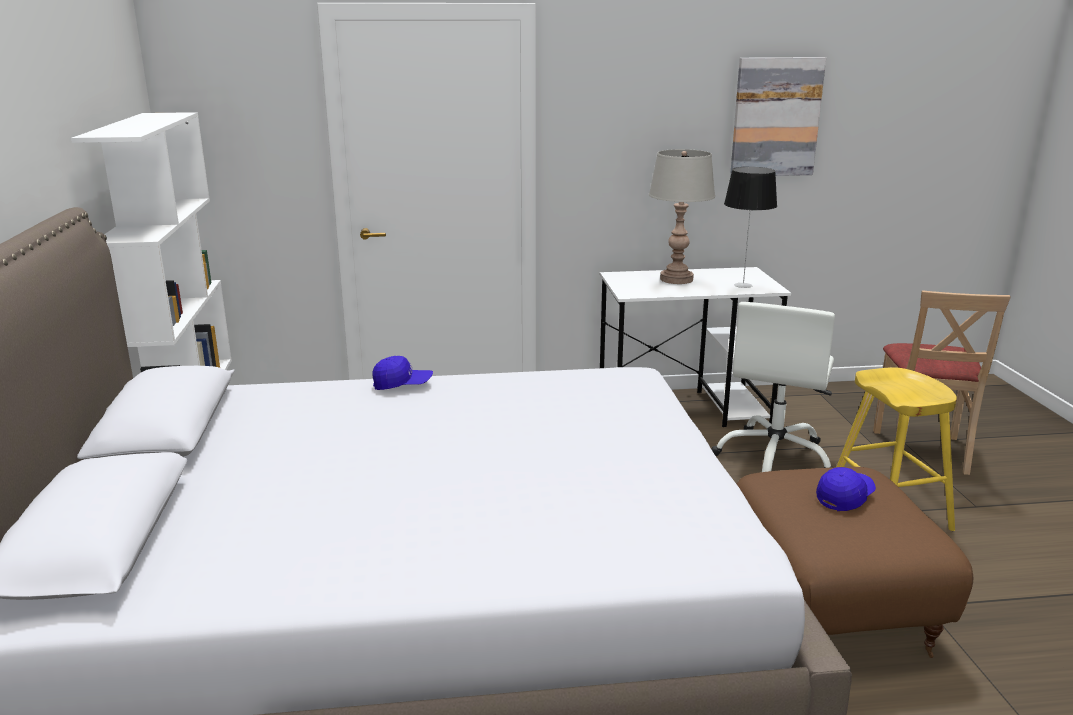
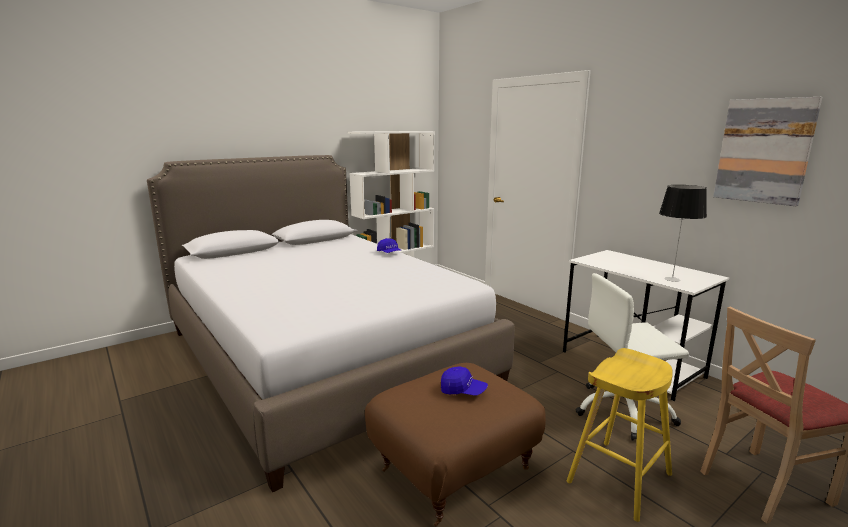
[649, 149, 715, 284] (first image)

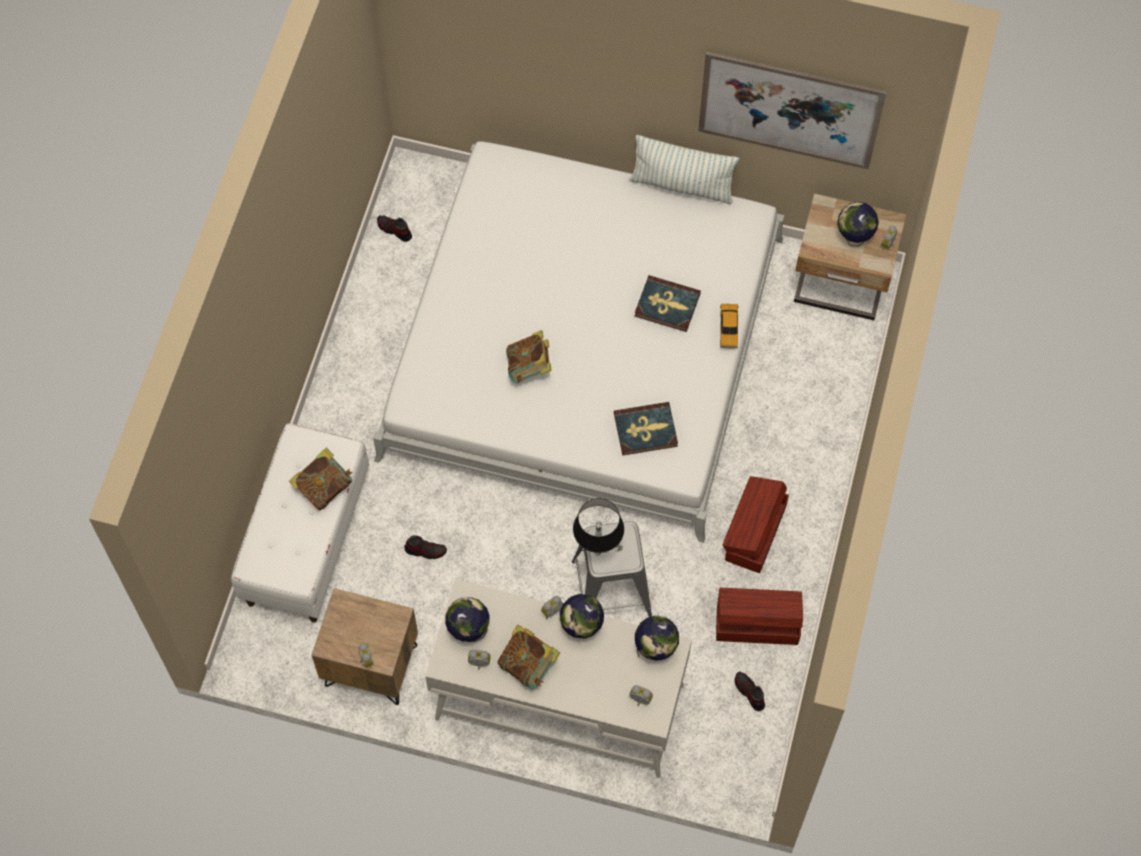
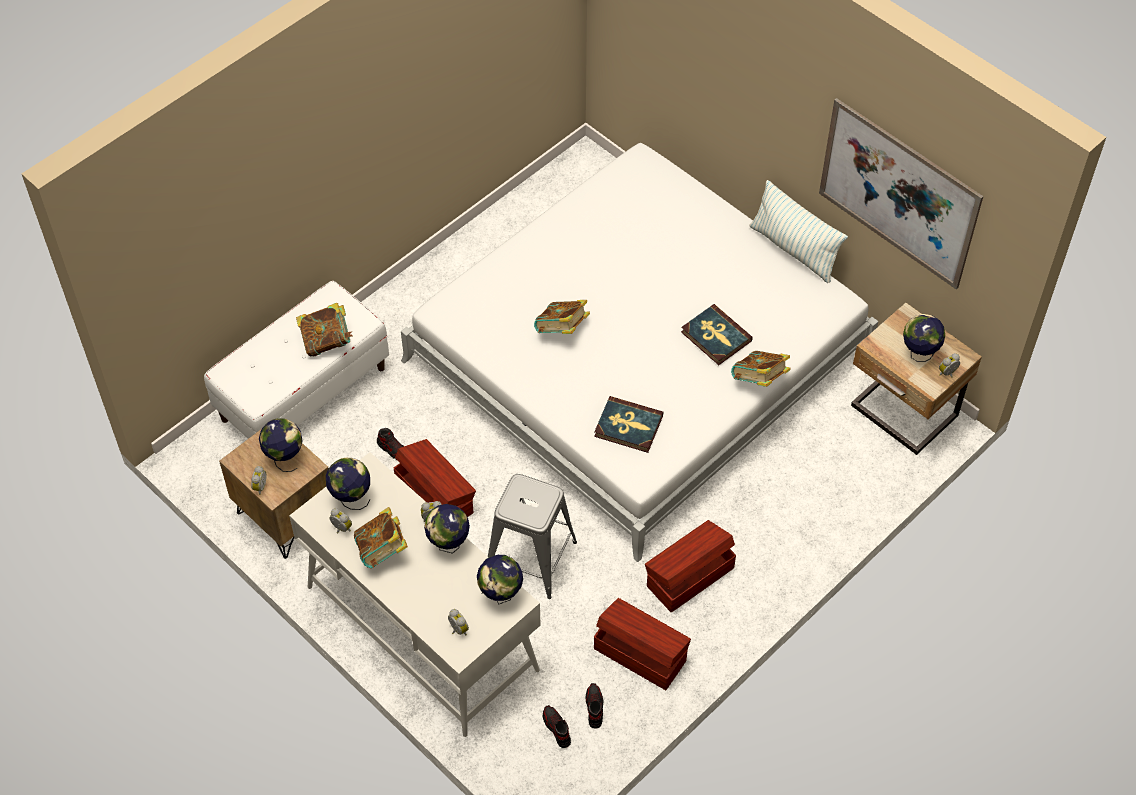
[573, 498, 624, 556] (first image)
[259, 418, 303, 472]
[394, 439, 476, 517]
[543, 705, 571, 748]
[731, 351, 791, 387]

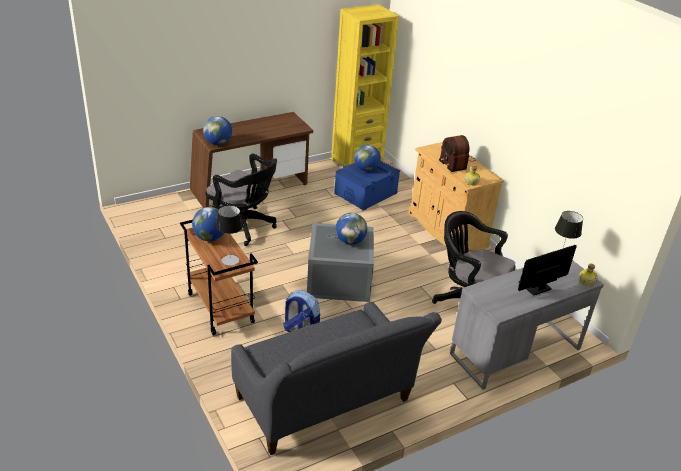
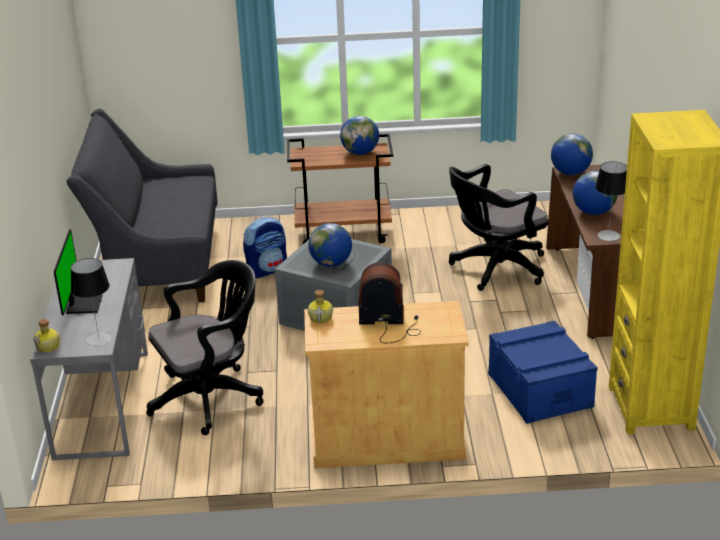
[595, 161, 627, 241]
[573, 171, 618, 215]

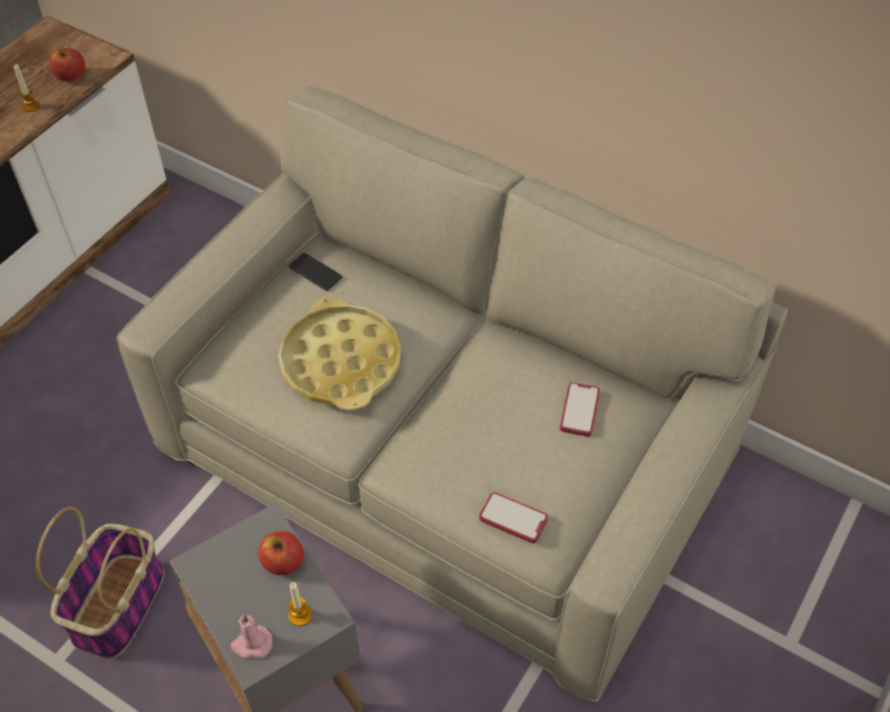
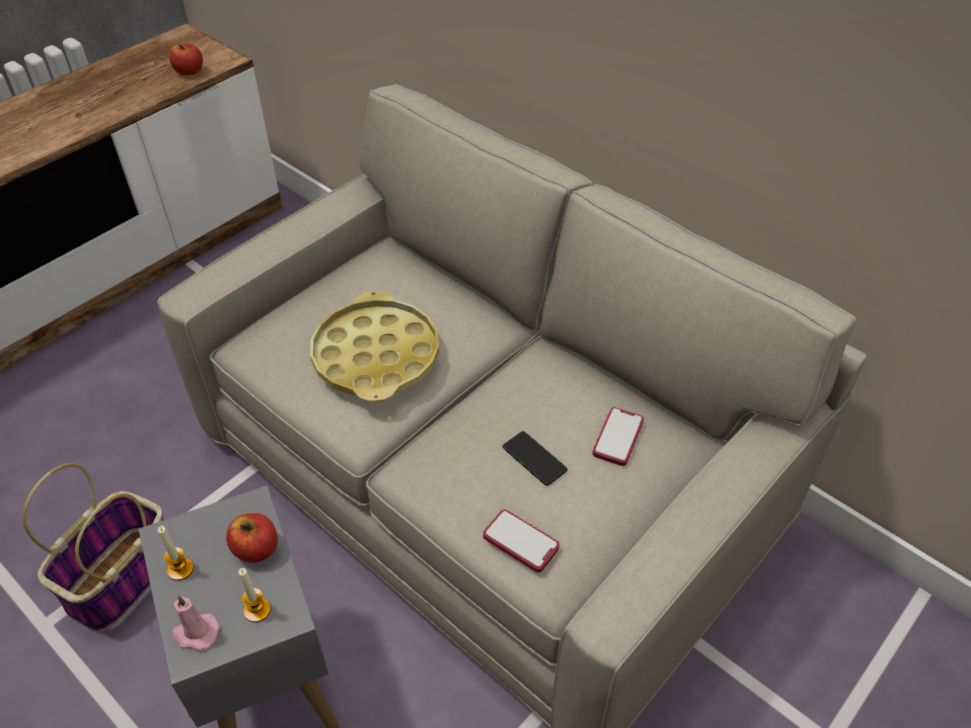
[158, 526, 194, 581]
[503, 431, 568, 486]

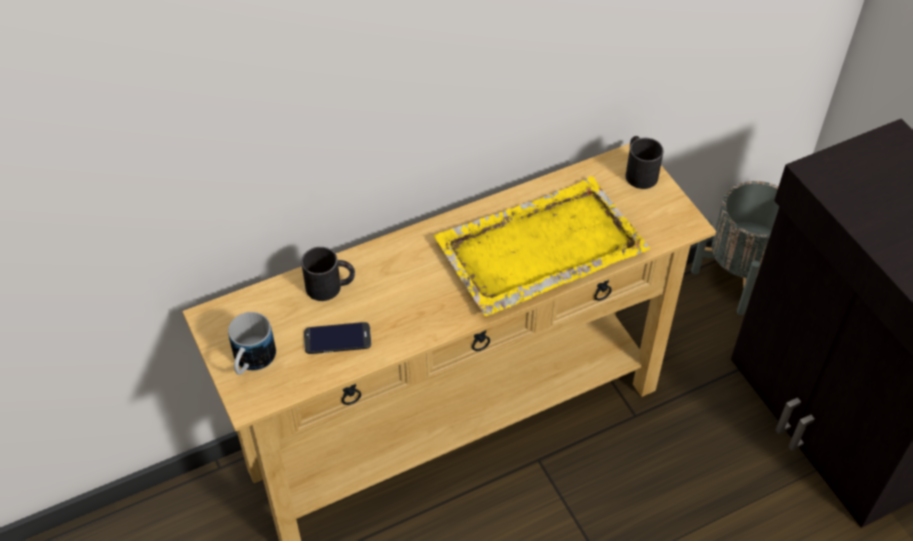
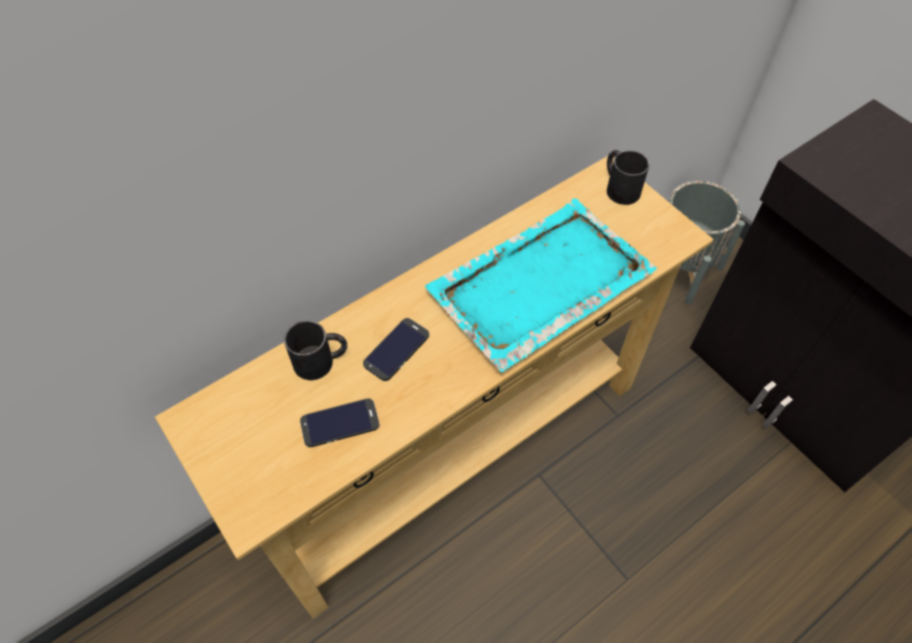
[228, 312, 276, 375] (first image)
[363, 318, 429, 381]
[425, 199, 657, 372]

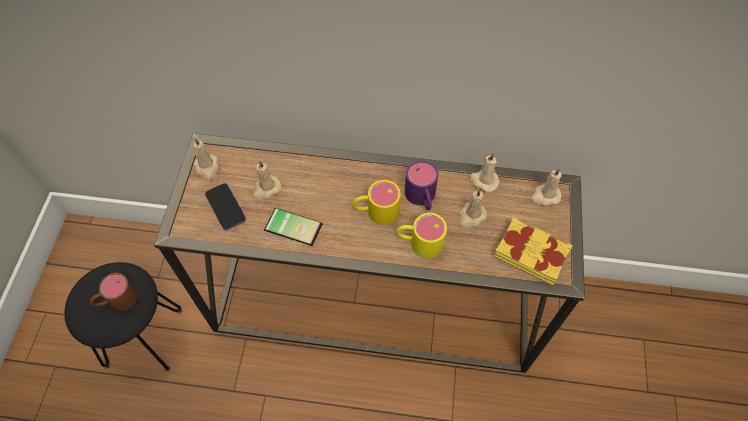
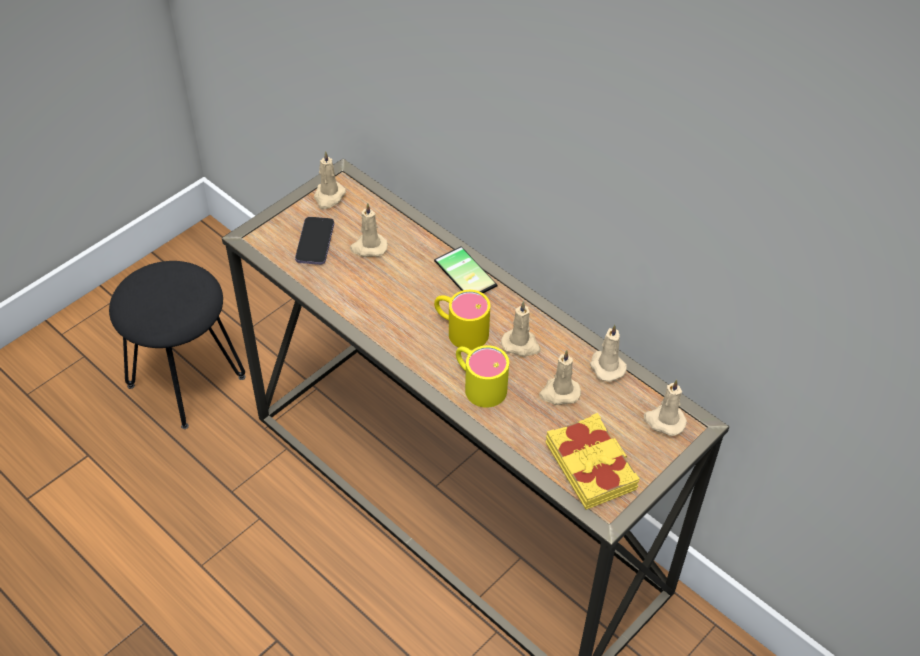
[90, 273, 138, 311] (first image)
[434, 246, 497, 293]
[501, 301, 541, 357]

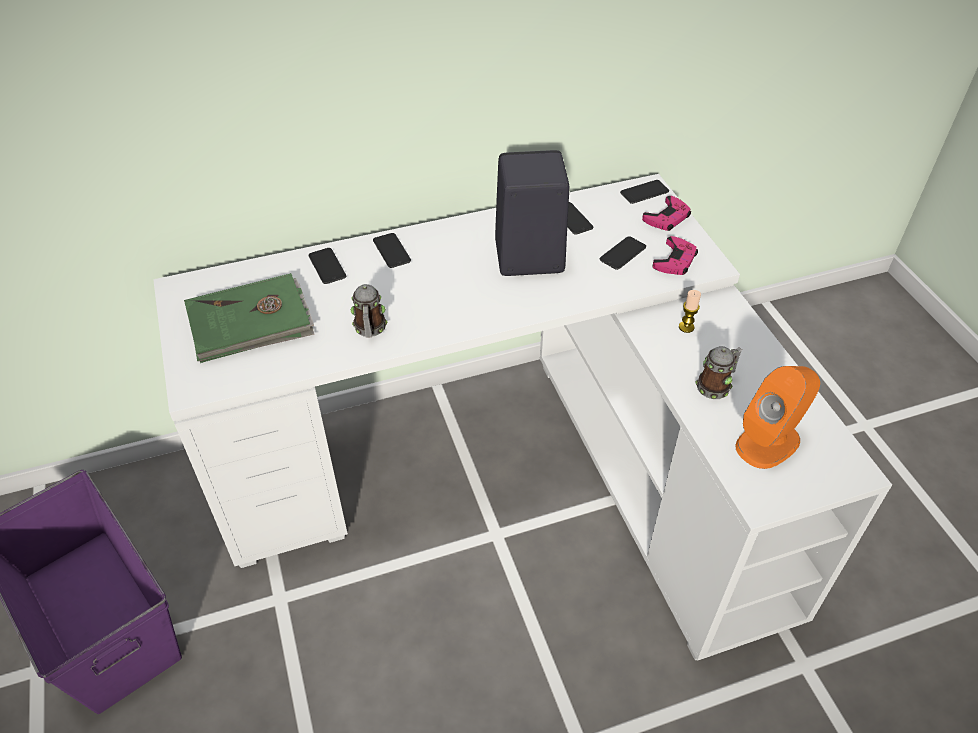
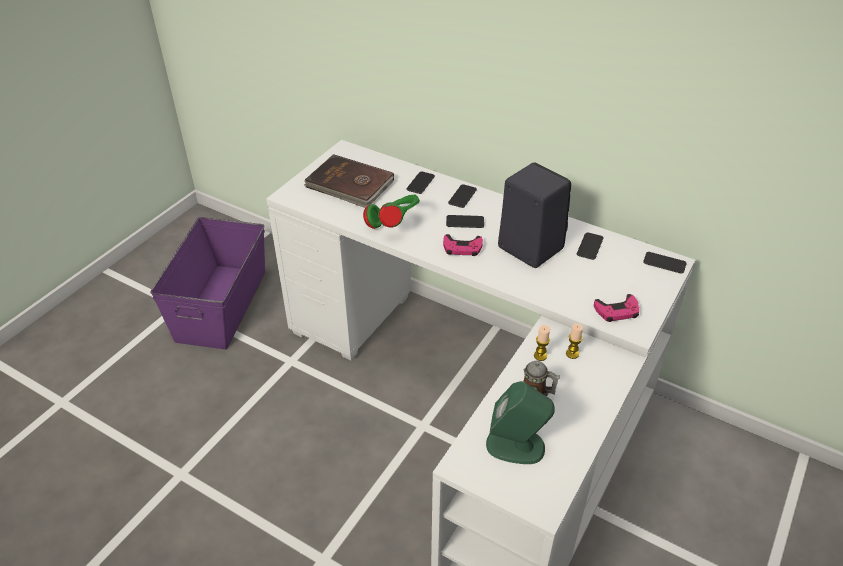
[534, 325, 550, 361]
[446, 215, 484, 228]
[443, 234, 483, 256]
[363, 195, 420, 229]
[304, 154, 394, 208]
[486, 381, 555, 464]

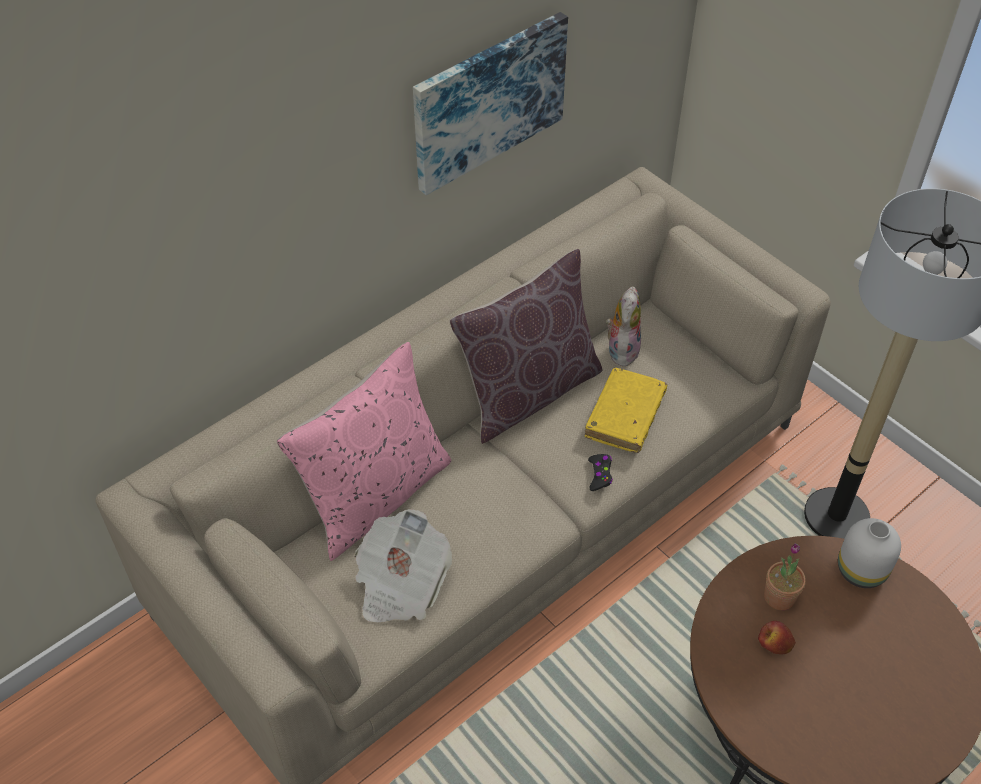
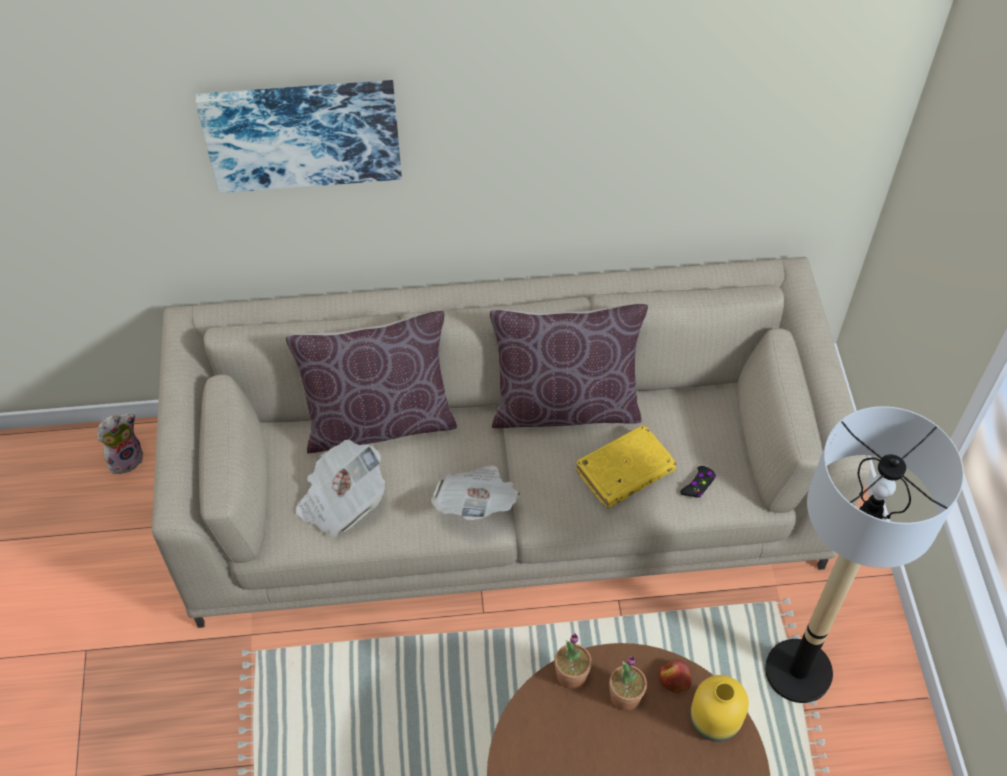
[431, 465, 520, 520]
[555, 634, 592, 689]
[196, 80, 402, 193]
[680, 466, 716, 498]
[98, 413, 143, 474]
[659, 660, 691, 693]
[286, 311, 457, 453]
[690, 675, 749, 741]

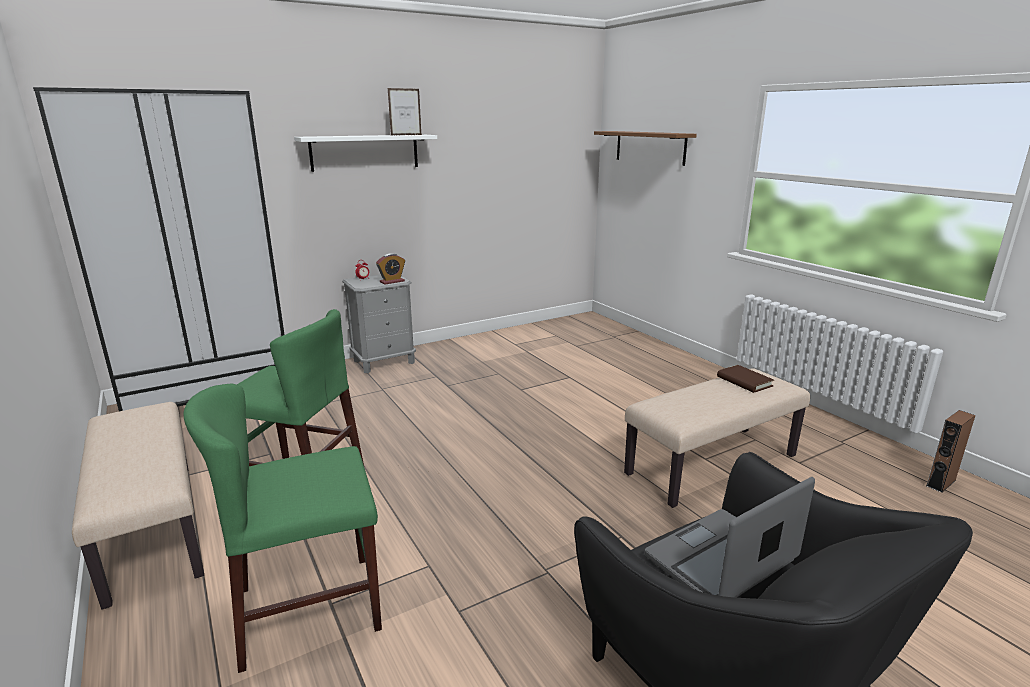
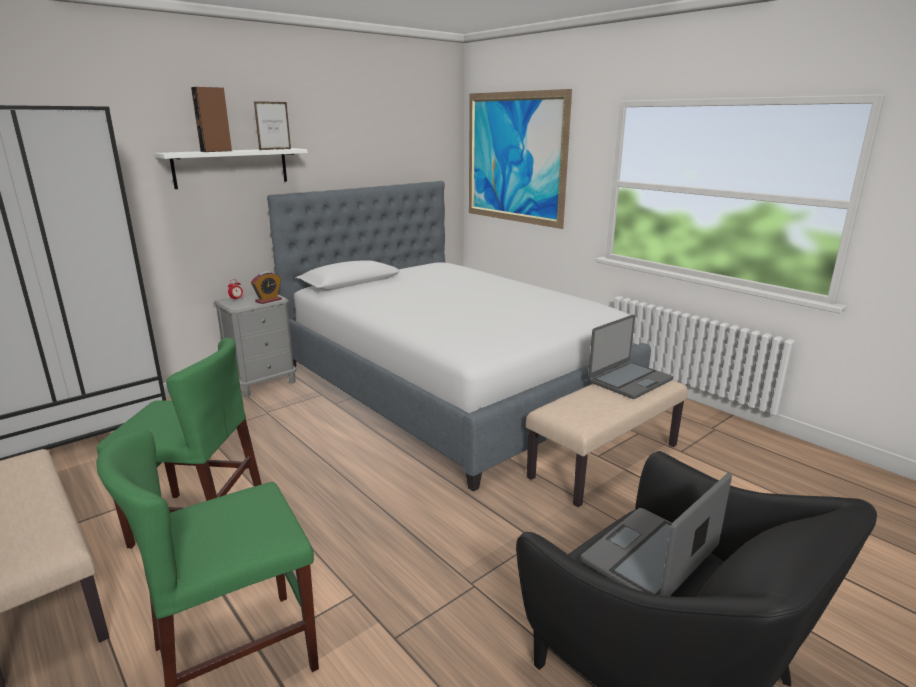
[267, 181, 651, 492]
[191, 87, 232, 152]
[469, 89, 572, 229]
[588, 315, 673, 399]

